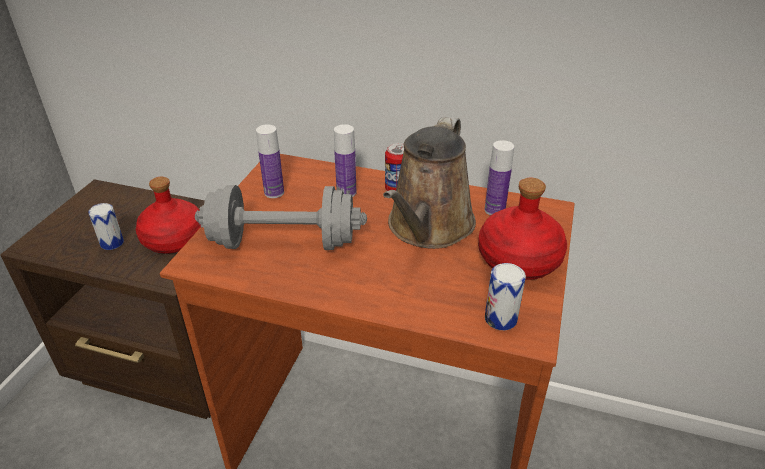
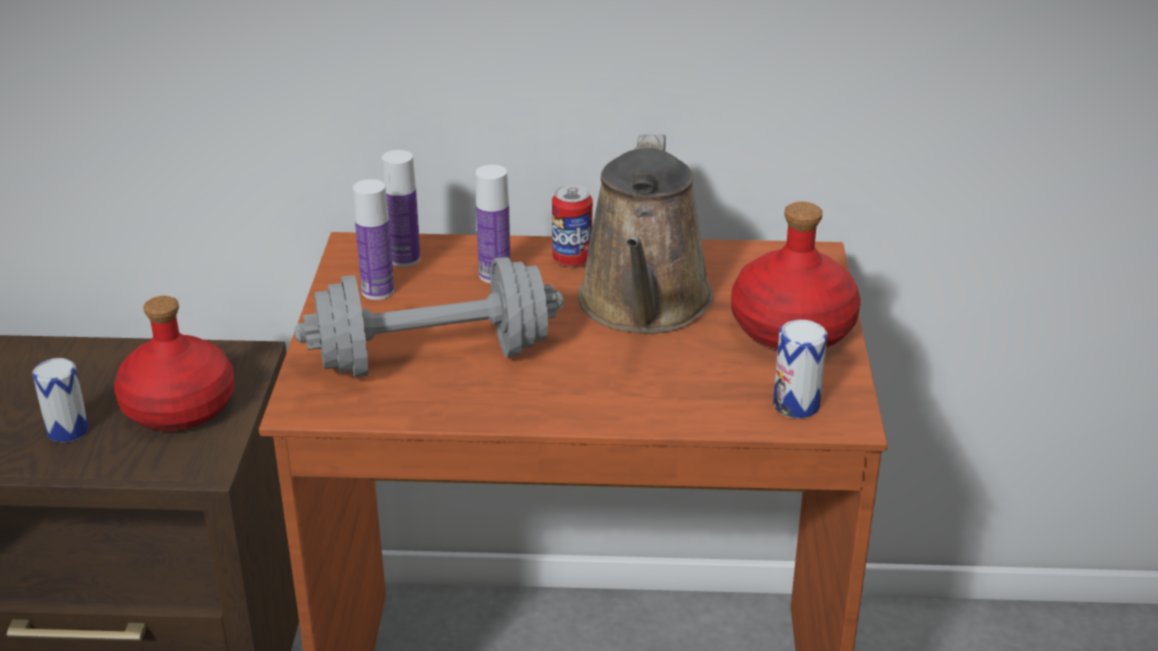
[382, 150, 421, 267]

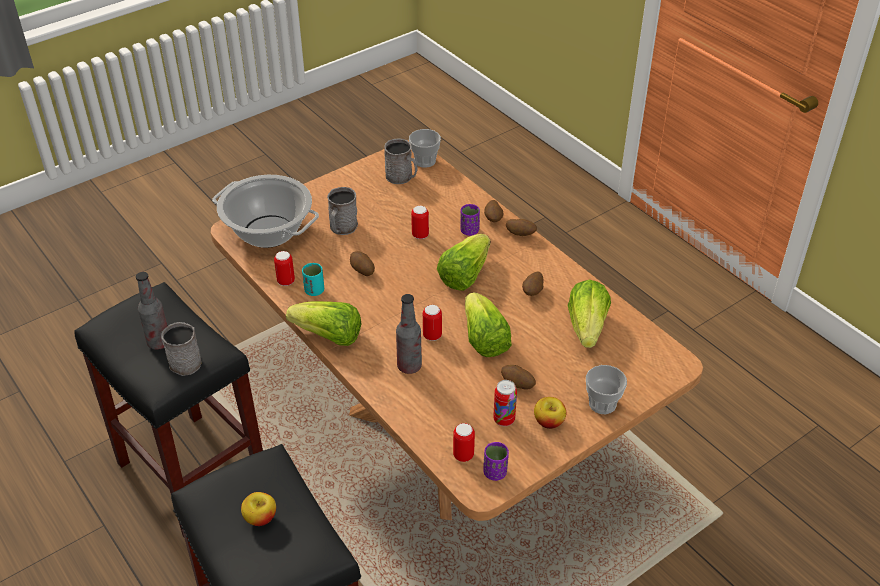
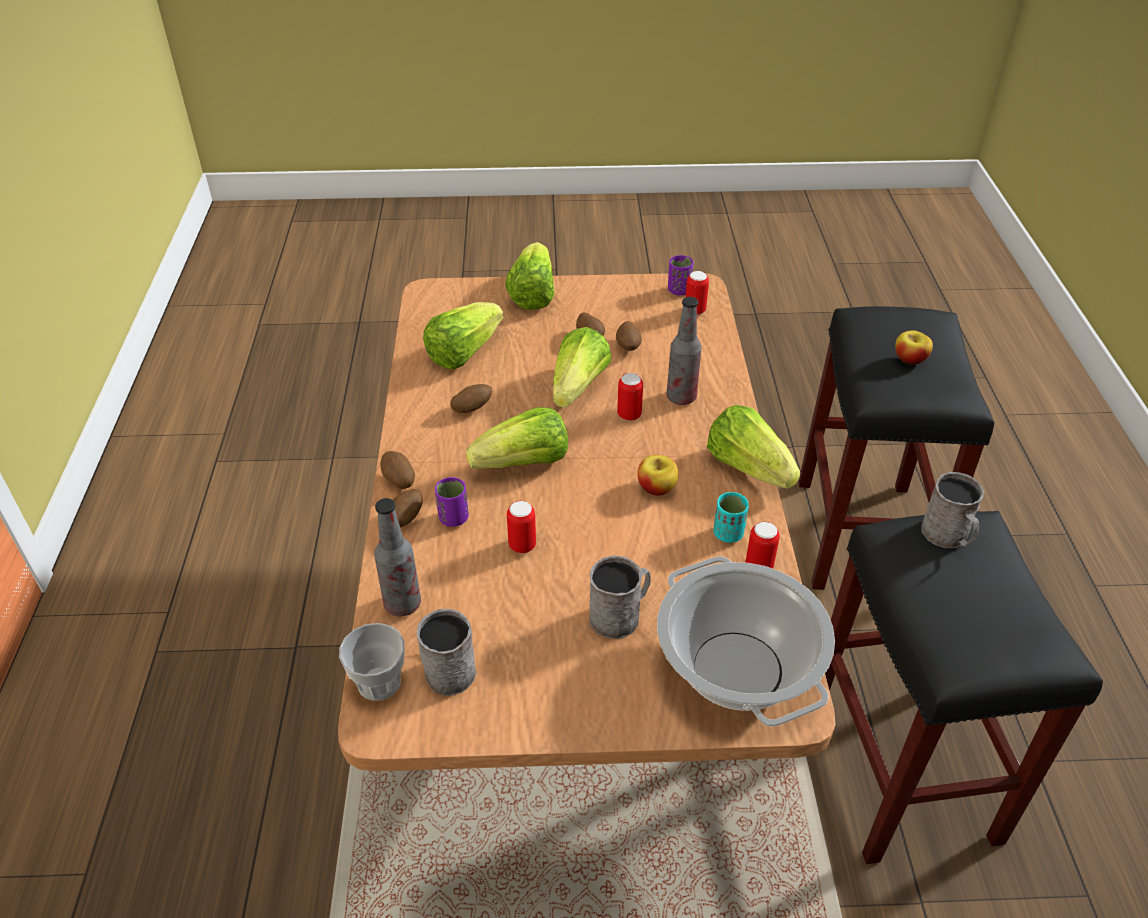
[493, 380, 517, 426] (first image)
[374, 498, 421, 616]
[616, 321, 642, 351]
[637, 455, 679, 496]
[505, 242, 555, 310]

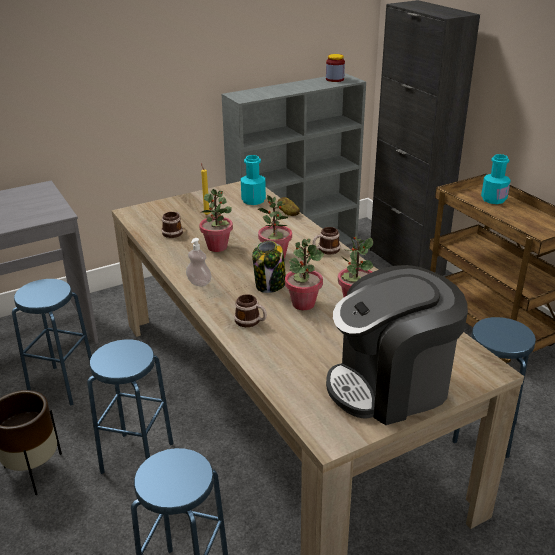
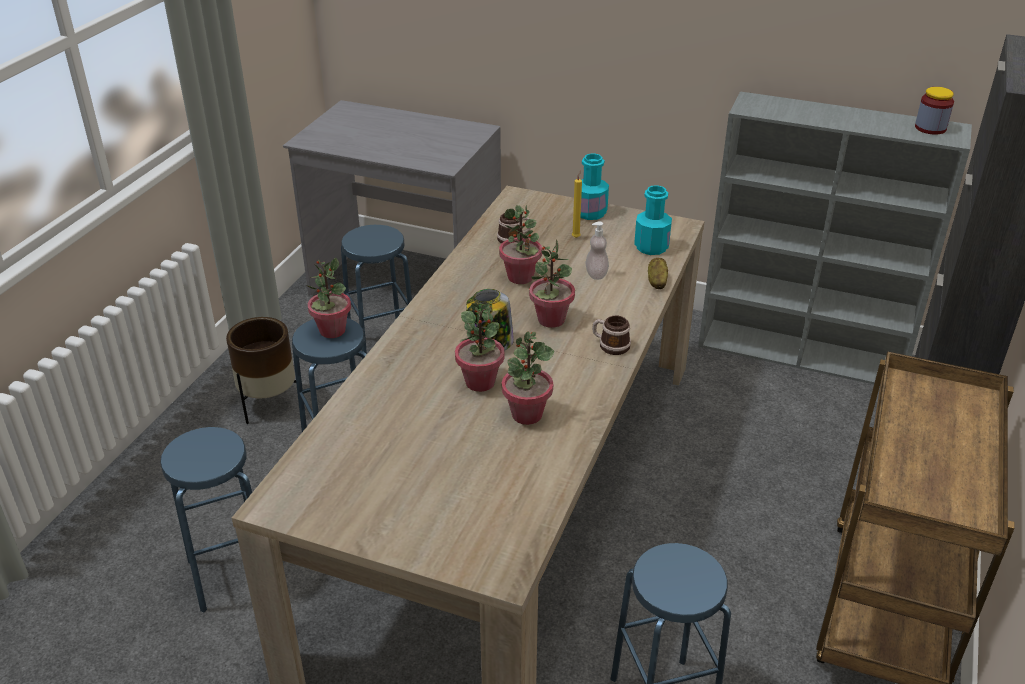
[234, 294, 267, 327] (first image)
[326, 265, 468, 425] (first image)
[307, 258, 351, 338]
[585, 221, 609, 280]
[581, 153, 609, 220]

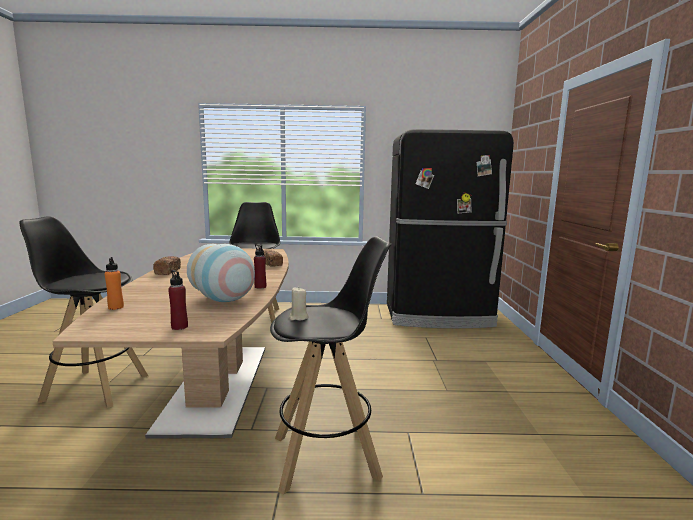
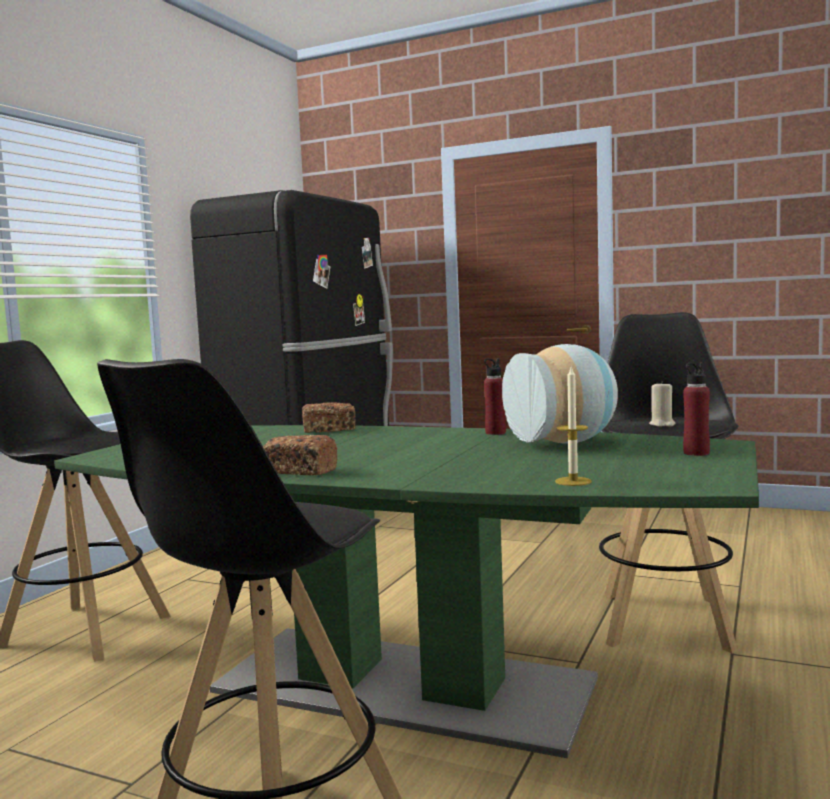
[555, 367, 592, 486]
[54, 425, 759, 758]

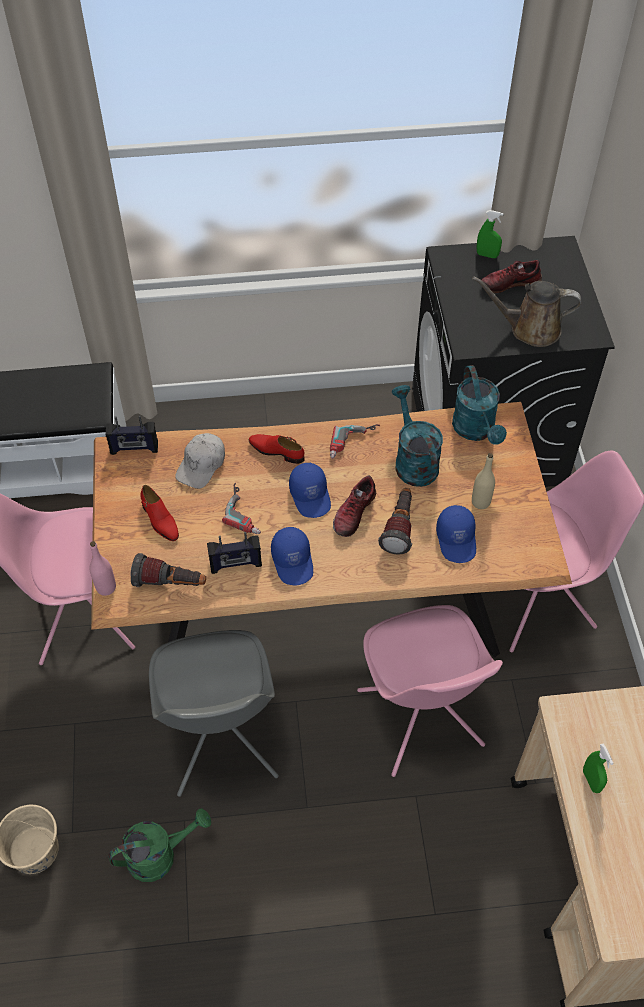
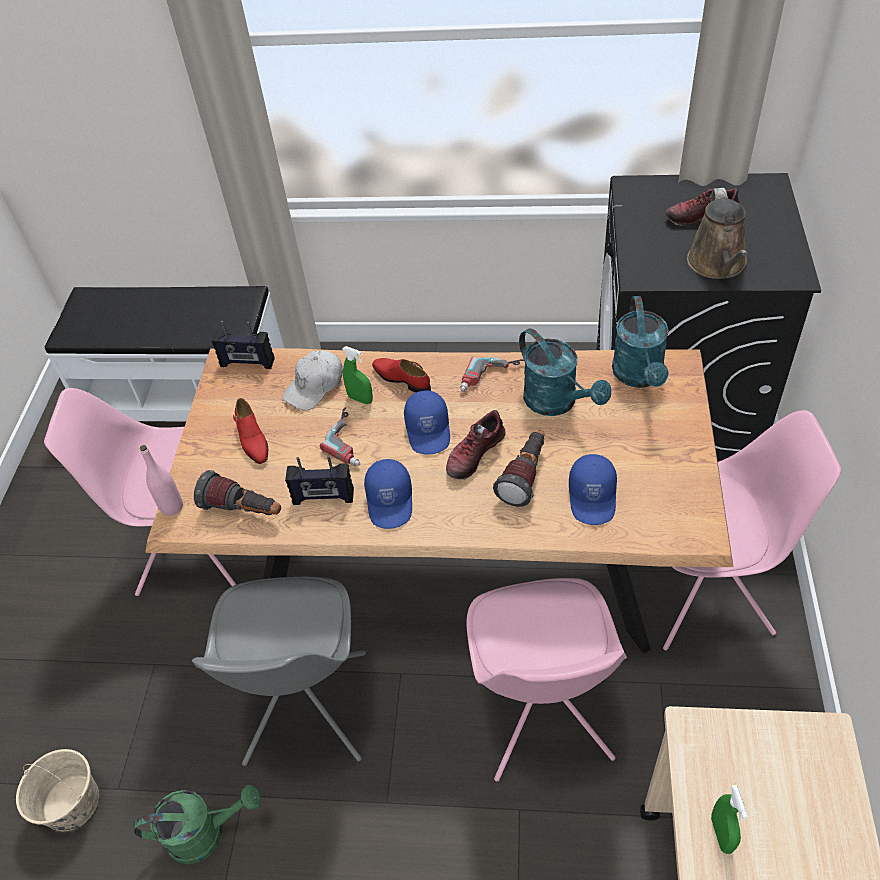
[472, 453, 495, 509] (first image)
[342, 346, 373, 404]
[519, 328, 611, 416]
[687, 188, 747, 279]

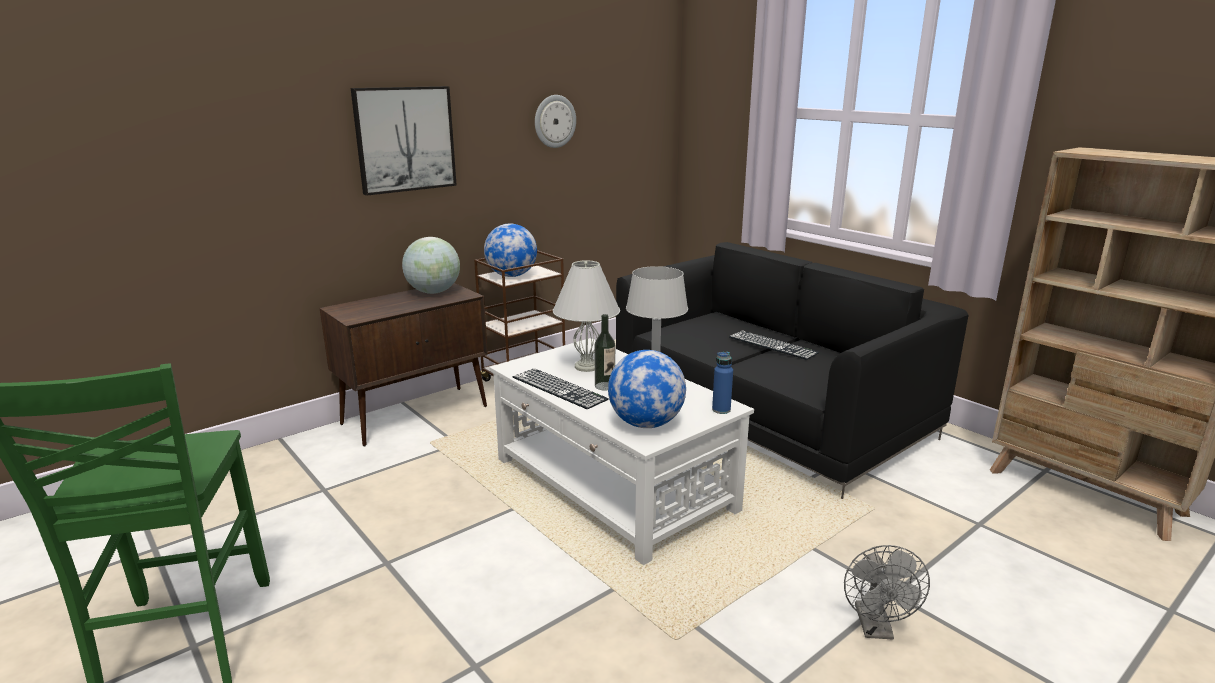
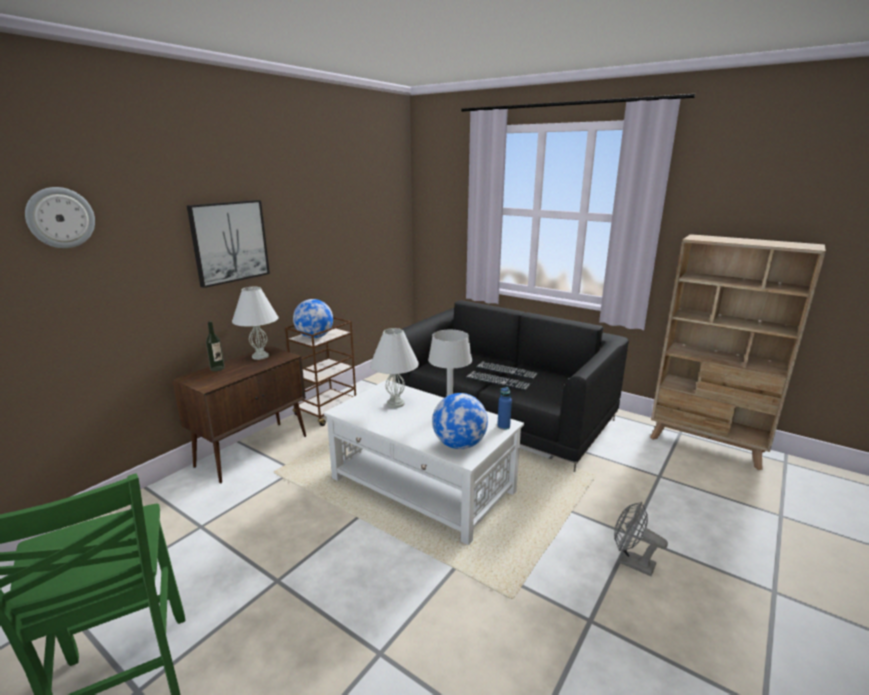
[466, 371, 531, 390]
[25, 187, 95, 248]
[206, 321, 225, 371]
[232, 287, 279, 360]
[614, 502, 668, 576]

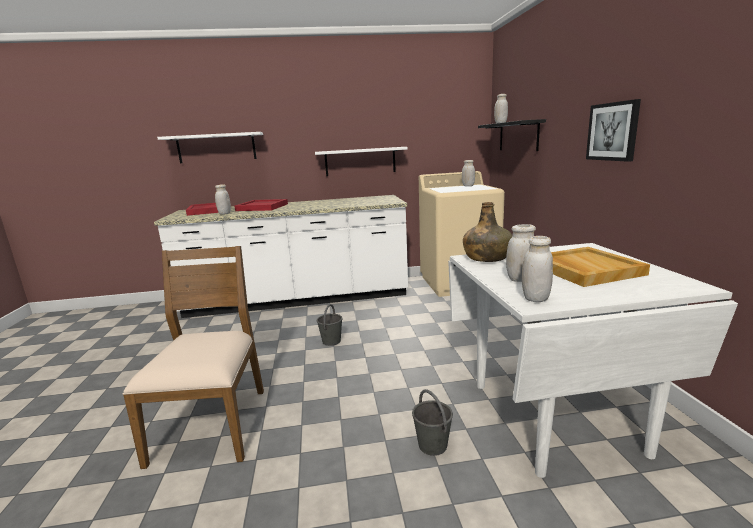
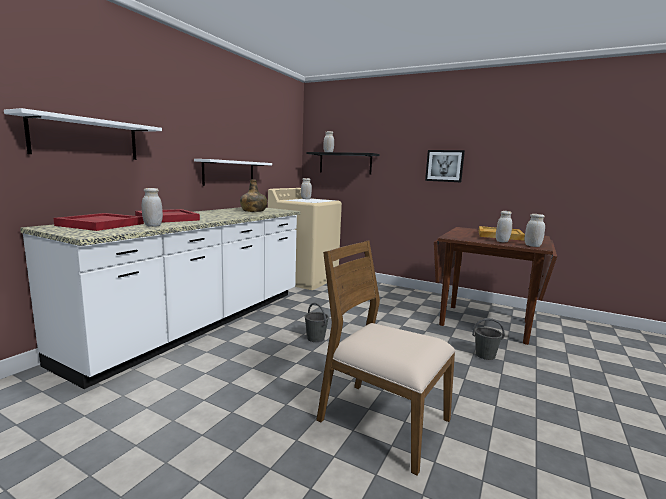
[240, 179, 267, 212]
[434, 227, 557, 345]

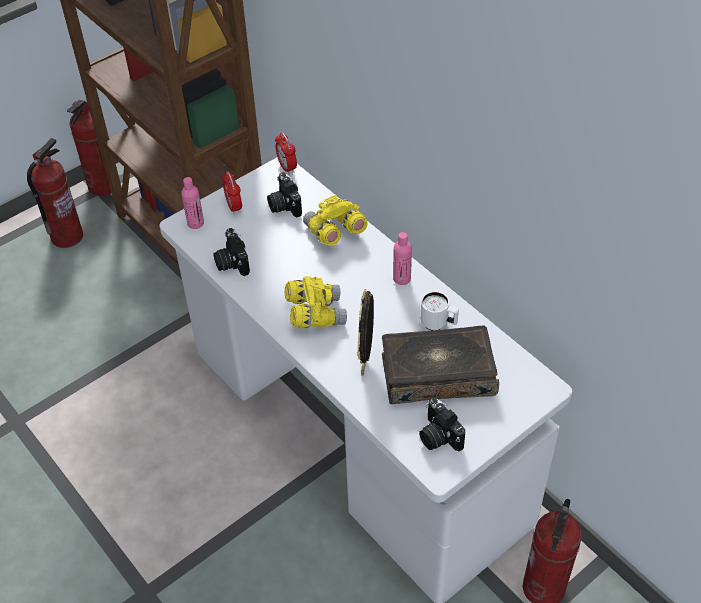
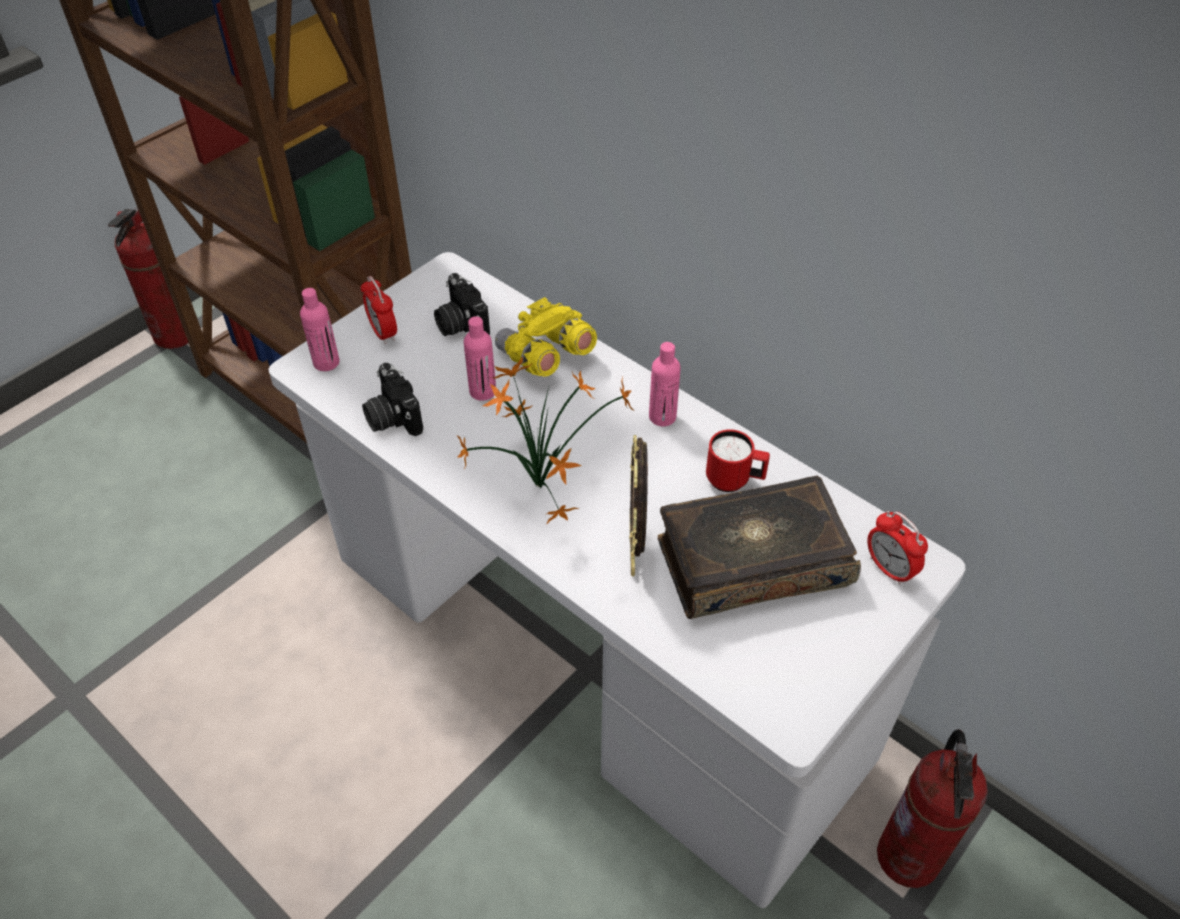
[27, 138, 83, 248] (first image)
[419, 397, 465, 451] (first image)
[464, 316, 496, 401]
[867, 511, 928, 585]
[457, 357, 634, 525]
[706, 429, 770, 492]

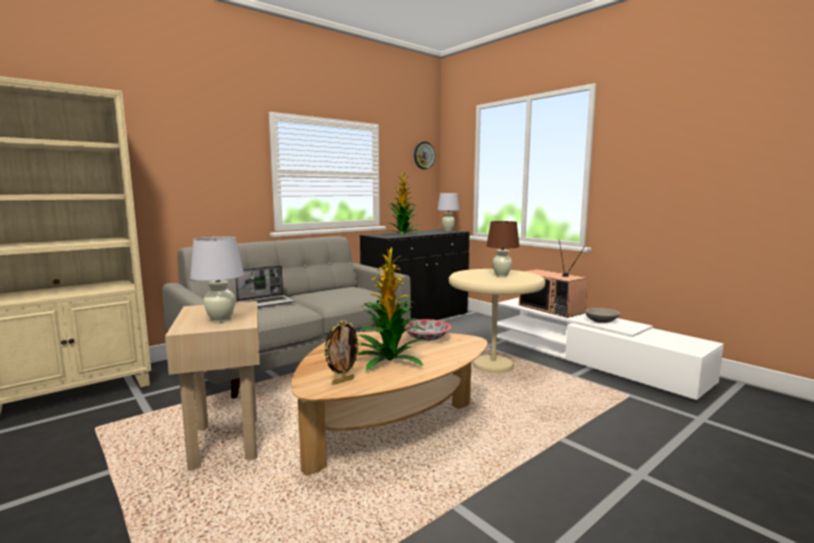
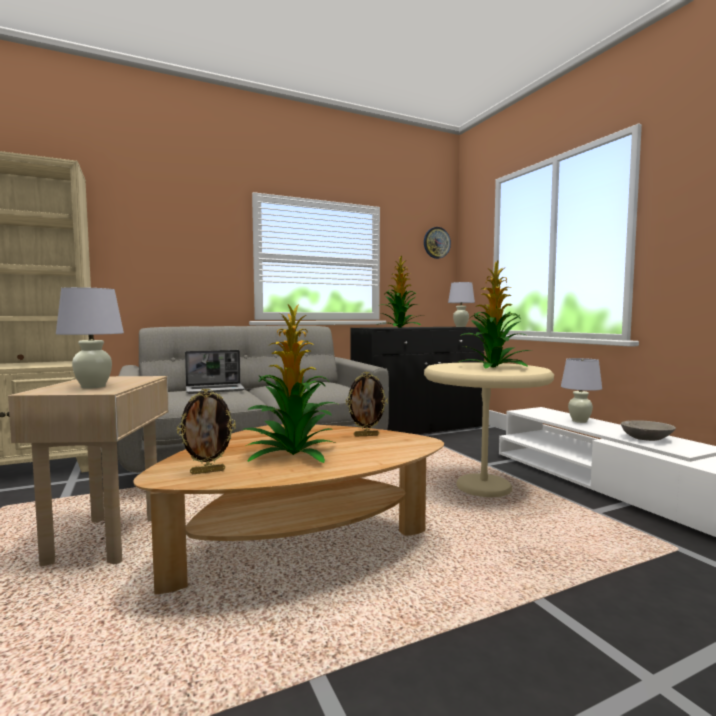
[346, 372, 388, 436]
[457, 261, 532, 369]
[561, 358, 602, 423]

